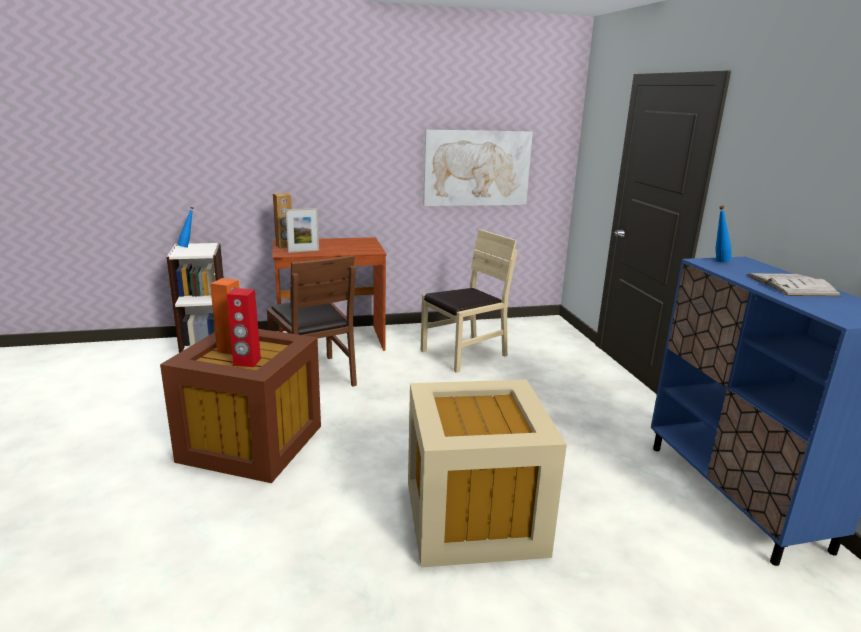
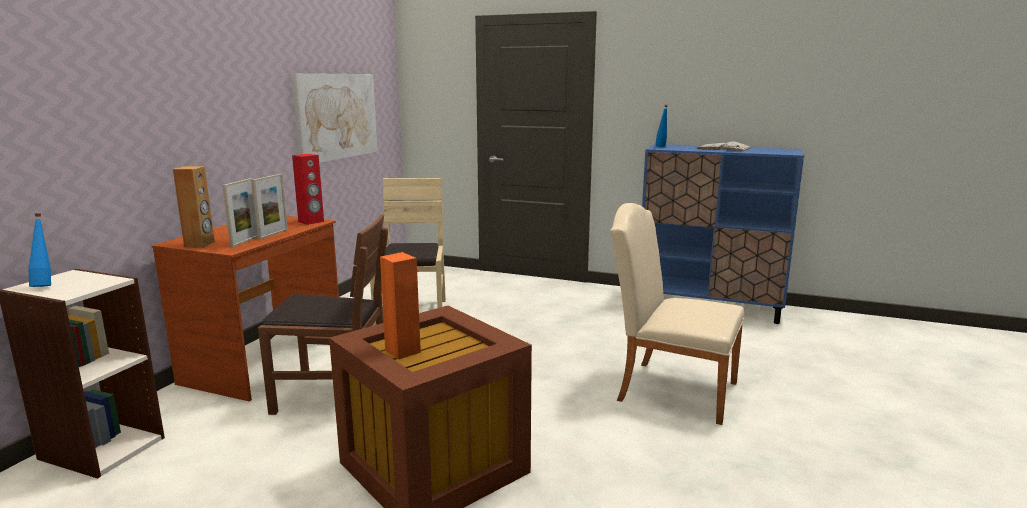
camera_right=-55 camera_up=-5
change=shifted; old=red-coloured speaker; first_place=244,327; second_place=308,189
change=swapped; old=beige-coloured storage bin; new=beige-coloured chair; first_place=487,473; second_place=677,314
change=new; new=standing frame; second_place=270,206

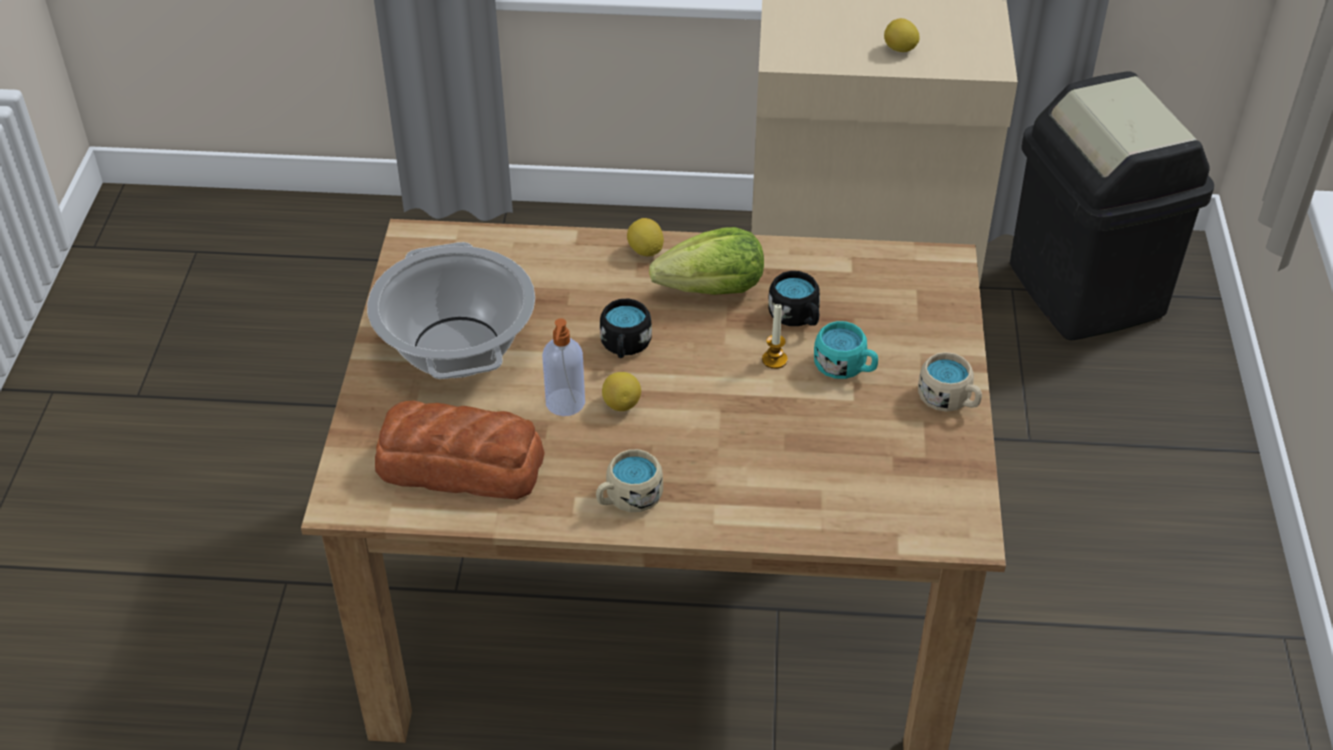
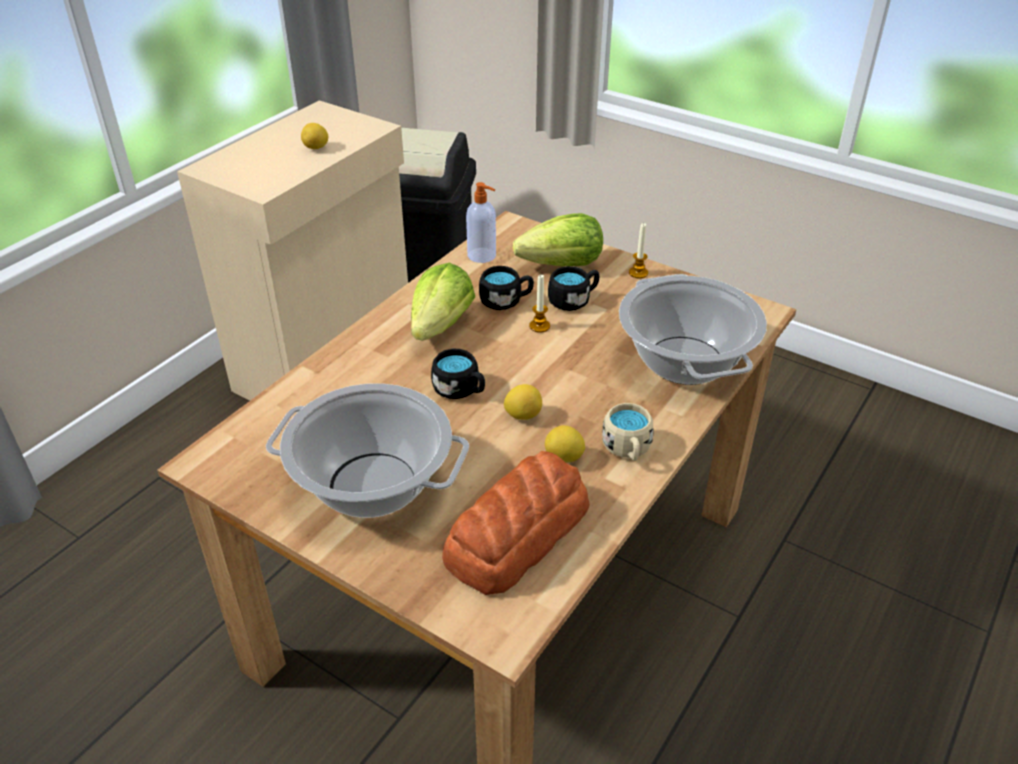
camera_right=-60 camera_up=-5
change=shifted; old=liquid soap bottle; first_place=563,367; second_place=481,222
change=shifted; old=whole lemon; first_place=645,237; second_place=565,444
change=repainted; old=turquoise-coloured coffee mug; new=black-coloured coffee mug; first_place=846,350; second_place=573,288
change=swapped; old=beige-coloured coffee mug; new=wax light; first_place=950,381; second_place=638,251
change=new; new=lettuce; second_place=558,239
change=new; new=saucepot; second_place=693,329

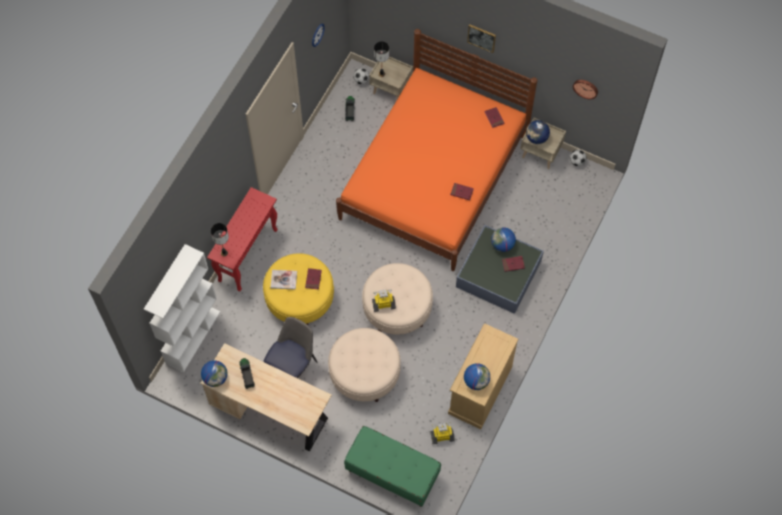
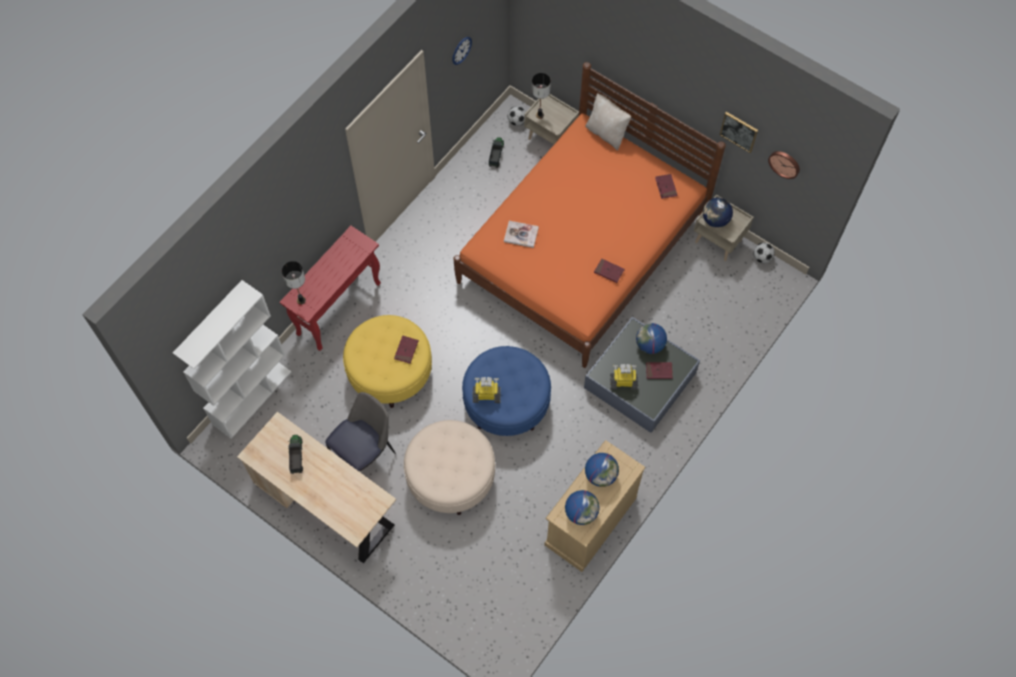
camera_right=10 camera_up=0
change=shifted; old=globe; first_place=214,373; second_place=602,470
change=shifted; old=bound book; first_place=284,280; second_place=521,234
change=gone; old=greenish bench; first_place=392,466
change=repainted; old=beige-coloured pouffe; new=bluish pouffe; first_place=397,299; second_place=506,391
change=shifted; old=toy robot; first_place=442,433; second_place=624,377
change=shifted; old=wall picture; first_place=481,38; second_place=739,132
change=new; new=beige-coloured cushion; second_place=608,121

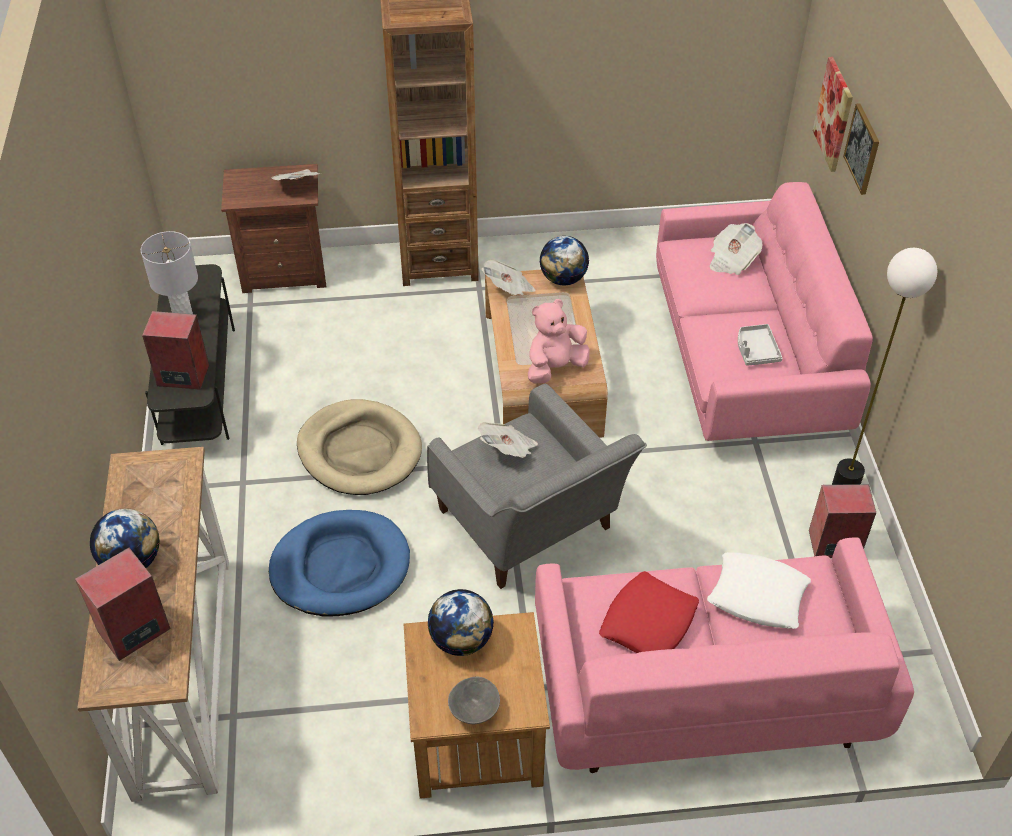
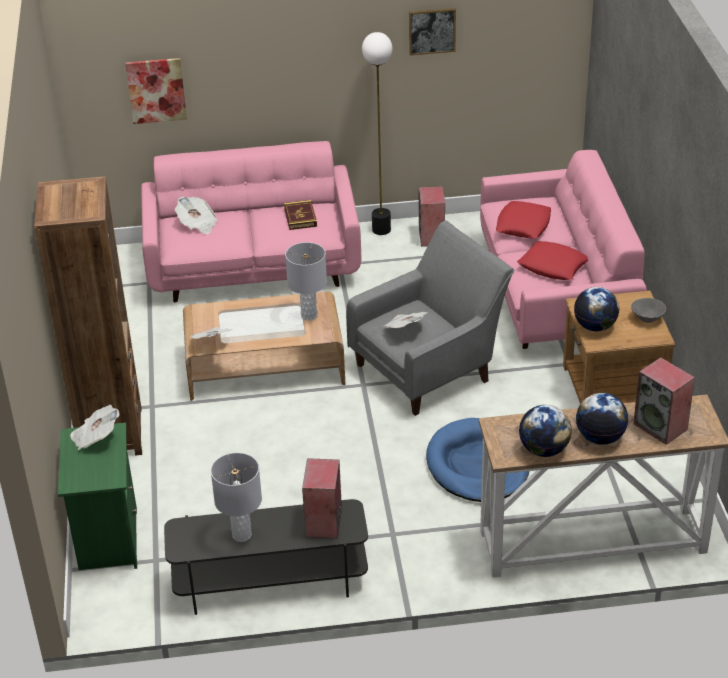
camera_right=-90 camera_up=-10
change=repainted; old=brown bedside table; new=greenish bedside table; first_place=273,228; second_place=97,496
change=gone; old=beige-coloured dog cushion; first_place=359,447
change=swapped; old=pink-coloured cuddly toy; new=greyish tabletop lamp; first_place=559,341; second_place=306,281
change=shifted; old=globe; first_place=564,260; second_place=545,431
change=repainted; old=whitish cushion; new=red-coloured cushion; first_place=759,590; second_place=523,220
change=swapped; old=greyish tray; new=bound book; first_place=760,345; second_place=300,215
change=shifted; old=wall picture; first_place=861,149; second_place=432,32

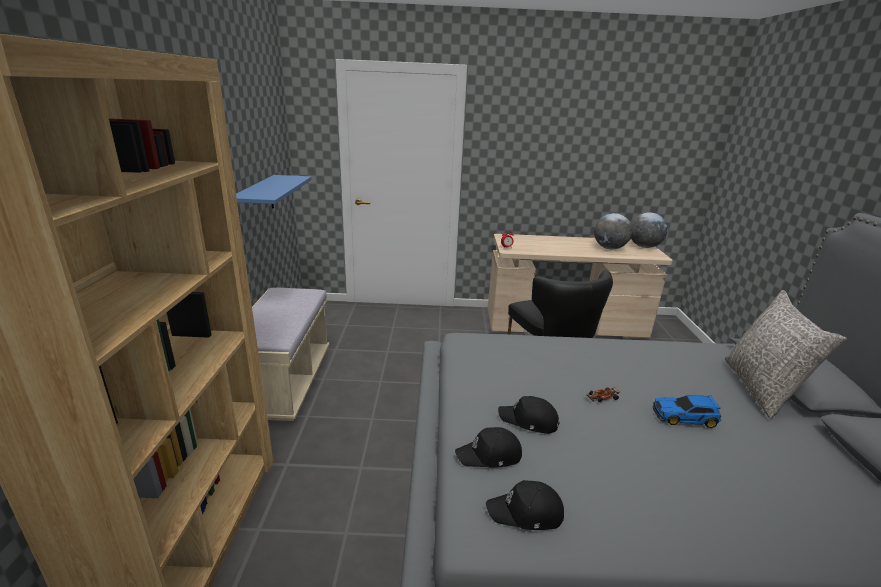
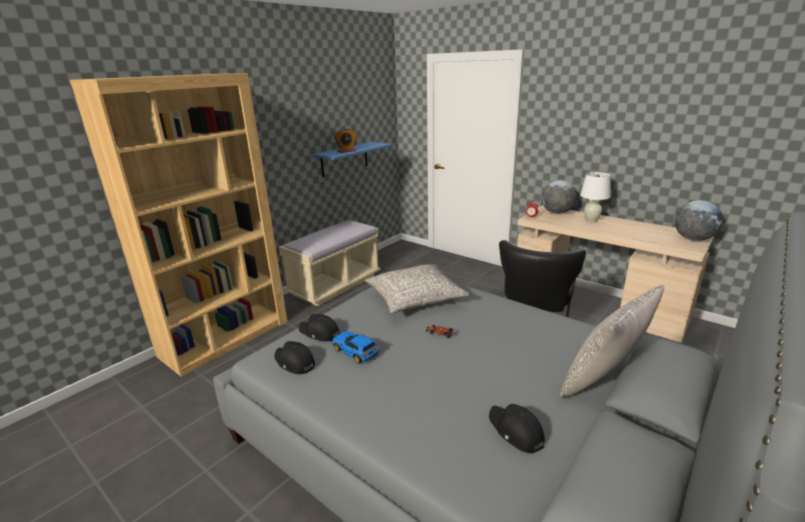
camera_right=40 camera_up=0
change=shifted; old=black-coloured peaked cap; first_place=529,415; second_place=516,428
change=shifted; old=globe; first_place=613,231; second_place=559,197
change=shifted; old=toy car; first_place=687,411; second_place=355,347
change=new; new=bedside clock; second_place=345,140
change=new; new=greyish cushion; second_place=417,288
change=new; new=whitish tabletop lamp; second_place=595,197

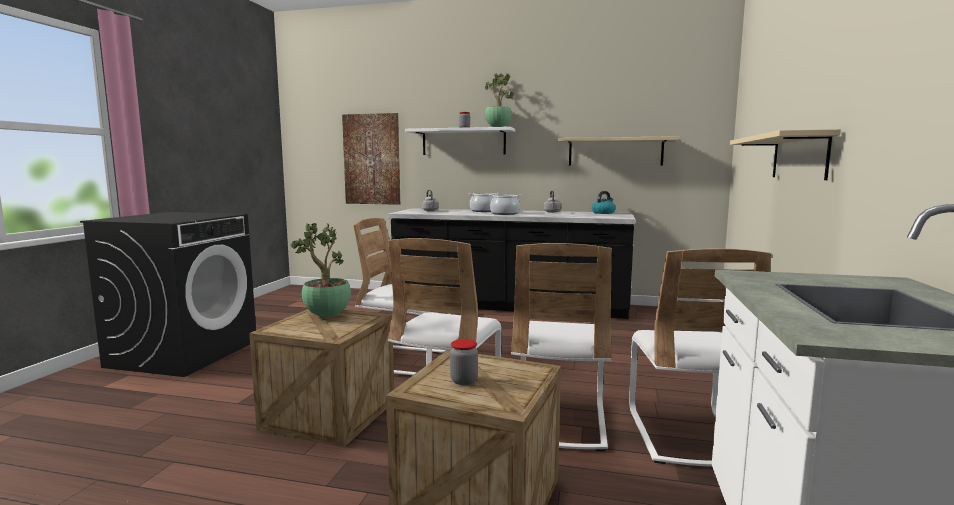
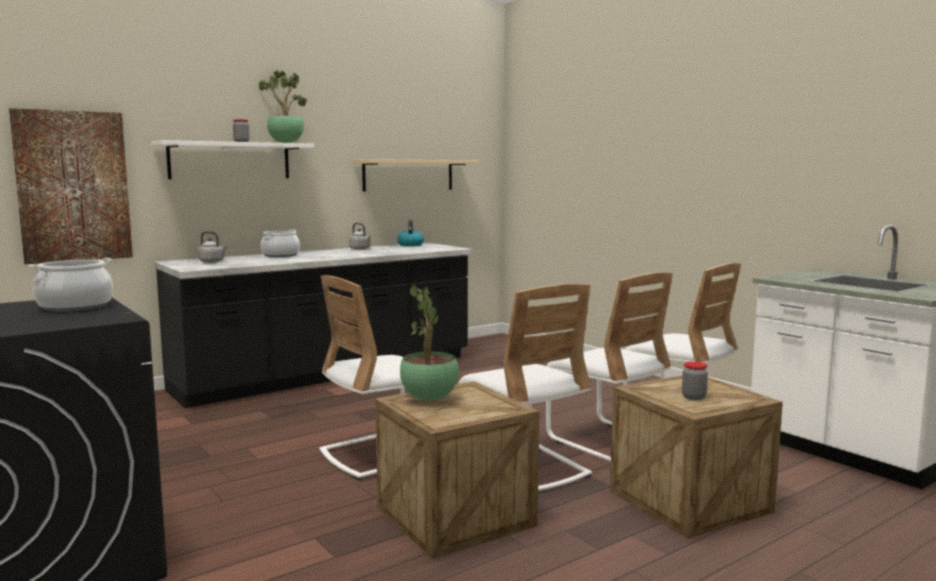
camera_right=-50 camera_up=0
change=shifted; old=saucepot; first_place=505,204; second_place=70,285
change=gone; old=beige-coloured bracket shelf; first_place=785,154

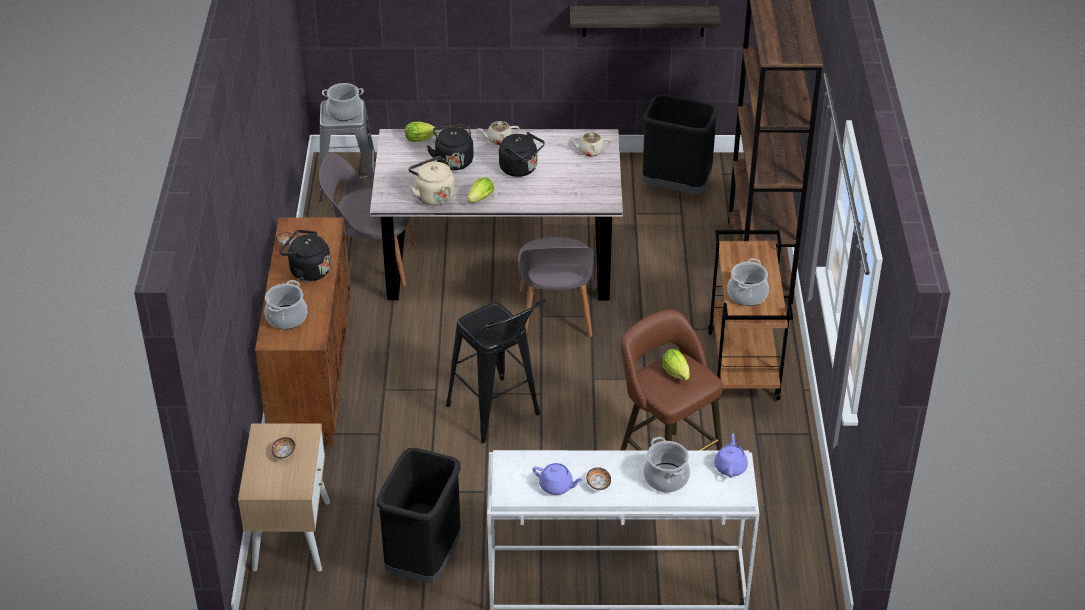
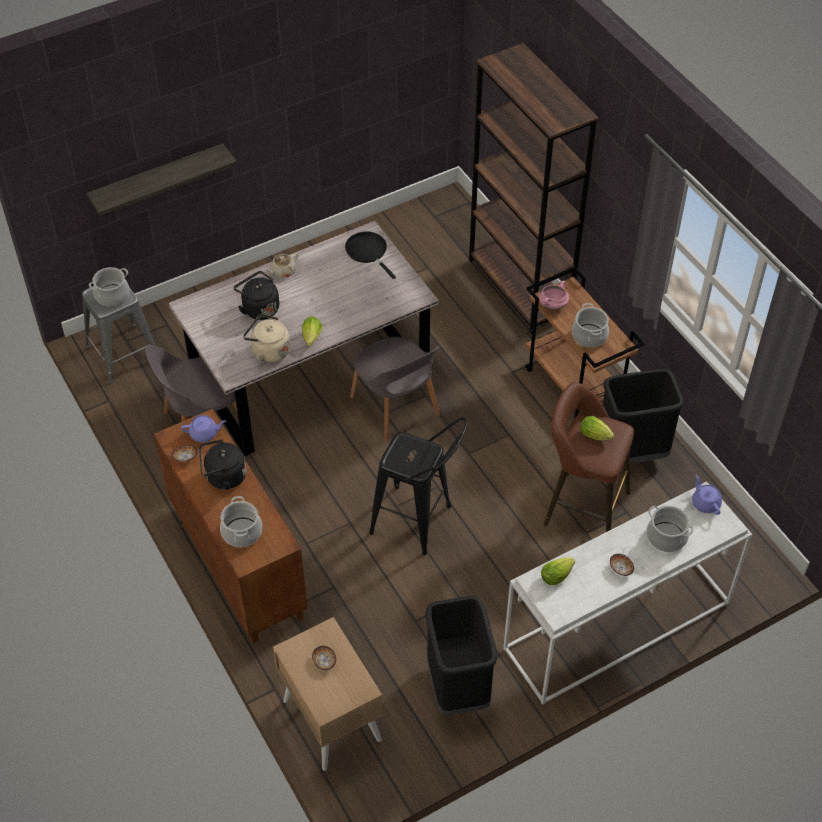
camera_right=-30 camera_up=10
change=shifted; old=lettuce; first_place=422,132; second_place=558,571
change=gone; old=black-coloured tea kettle; first_place=522,154
change=shifted; old=purple-coloured tea pot; first_place=558,479; second_place=203,428
change=swapped; old=beige-coloured tea pot; new=black-coloured frying pan; first_place=590,144; second_place=370,255
change=shifted; old=bracket shelf; first_place=645,21; second_place=162,179
change=shifted; old=black-coloured rubbish bin; first_place=680,144; second_place=643,416
change=new; new=pink-coloured saucepot; second_place=554,295

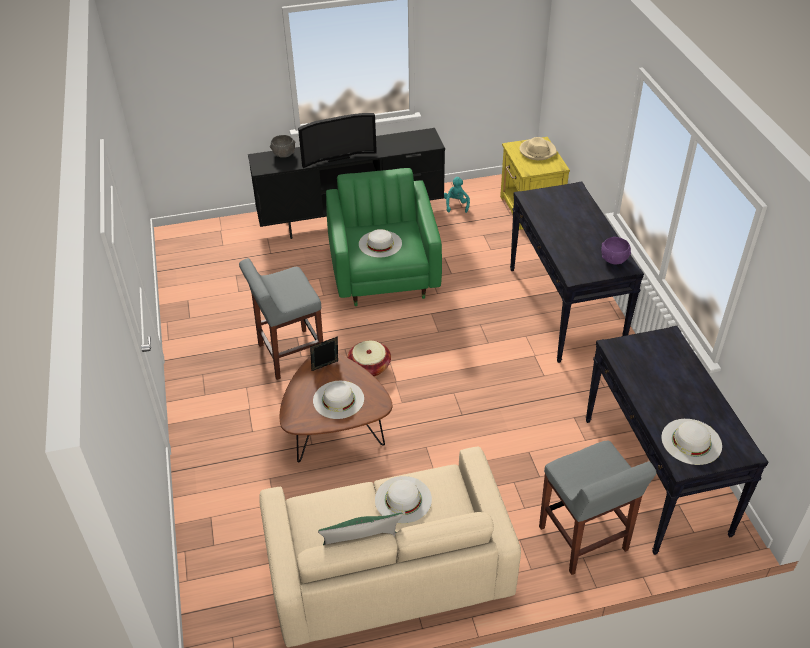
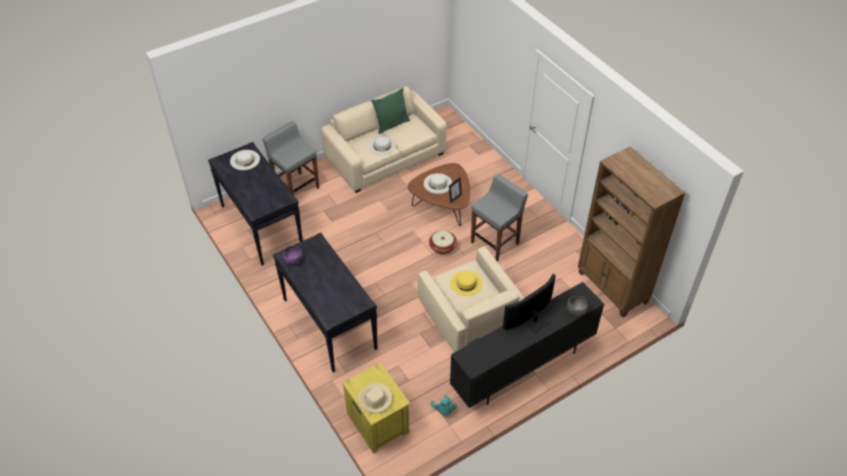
camera_right=160 camera_up=5
change=repainted; old=greenish lounge chair; new=beige-coloured lounge chair; first_place=384,237; second_place=471,299
change=repainted; old=whitish hat; new=yellow-coloured hat; first_place=380,243; second_place=466,283
change=new; new=brown bookcase; second_place=631,232

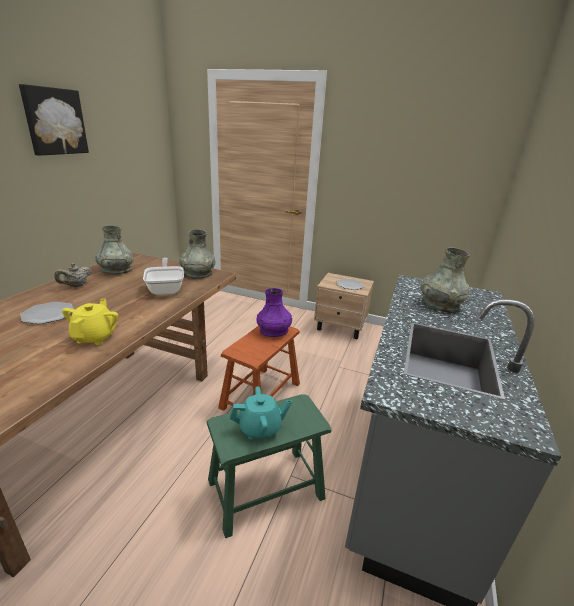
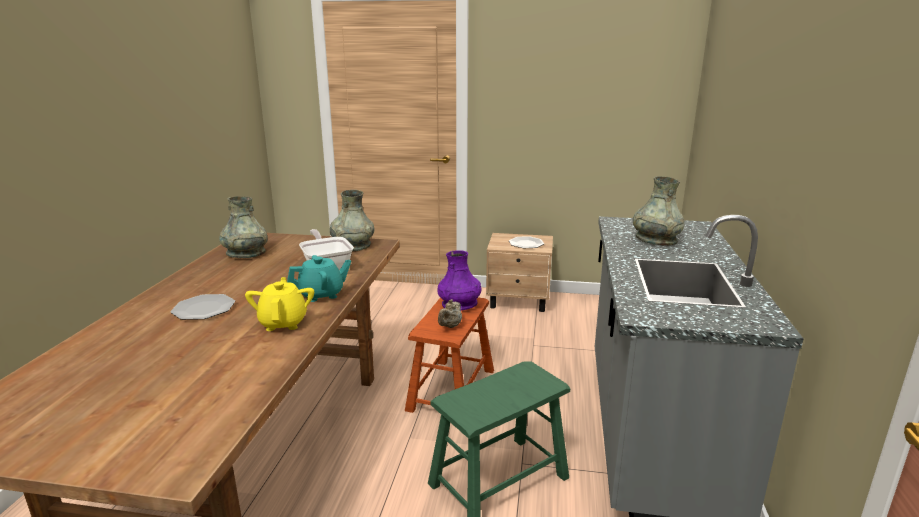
camera_right=-10 camera_up=-5
change=gone; old=wall picture; first_place=54,120
change=shifted; old=beige-coloured tea pot; first_place=73,275; second_place=450,313
change=shifted; old=turquoise-coloured tea pot; first_place=261,412; second_place=319,278

